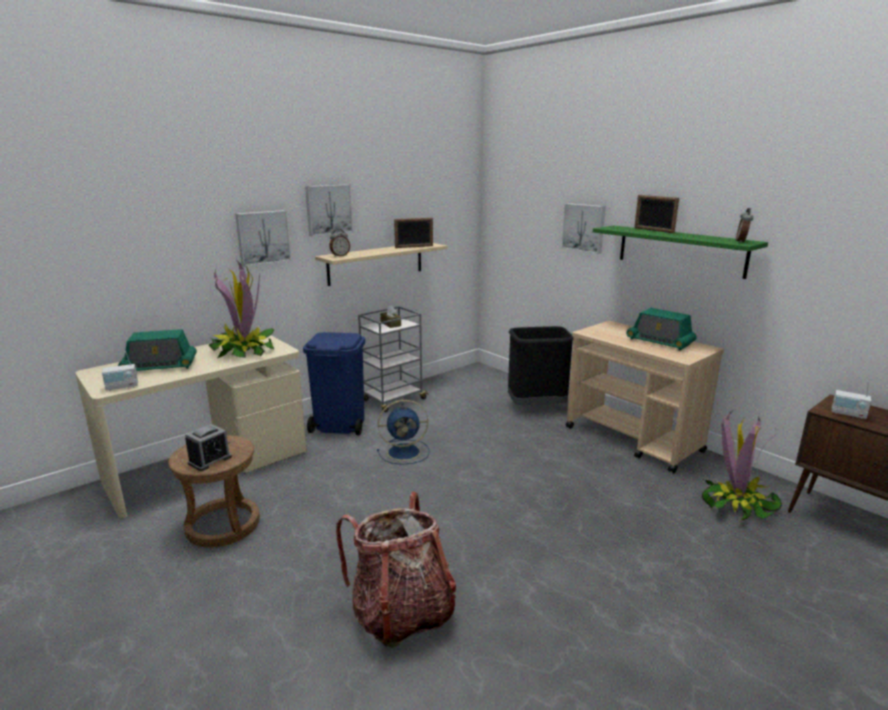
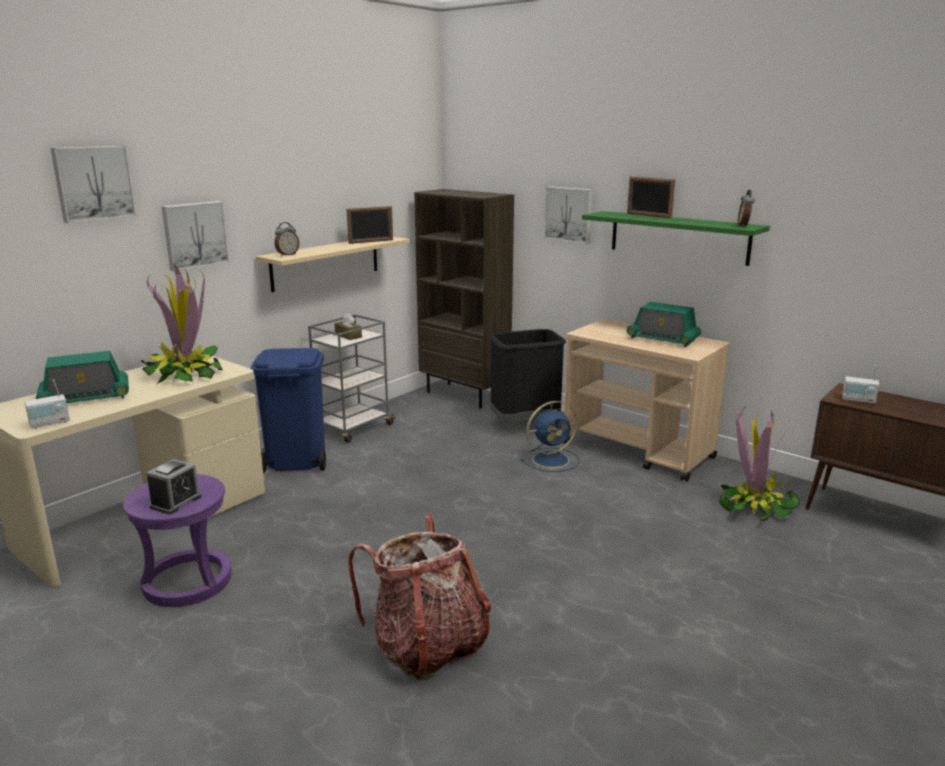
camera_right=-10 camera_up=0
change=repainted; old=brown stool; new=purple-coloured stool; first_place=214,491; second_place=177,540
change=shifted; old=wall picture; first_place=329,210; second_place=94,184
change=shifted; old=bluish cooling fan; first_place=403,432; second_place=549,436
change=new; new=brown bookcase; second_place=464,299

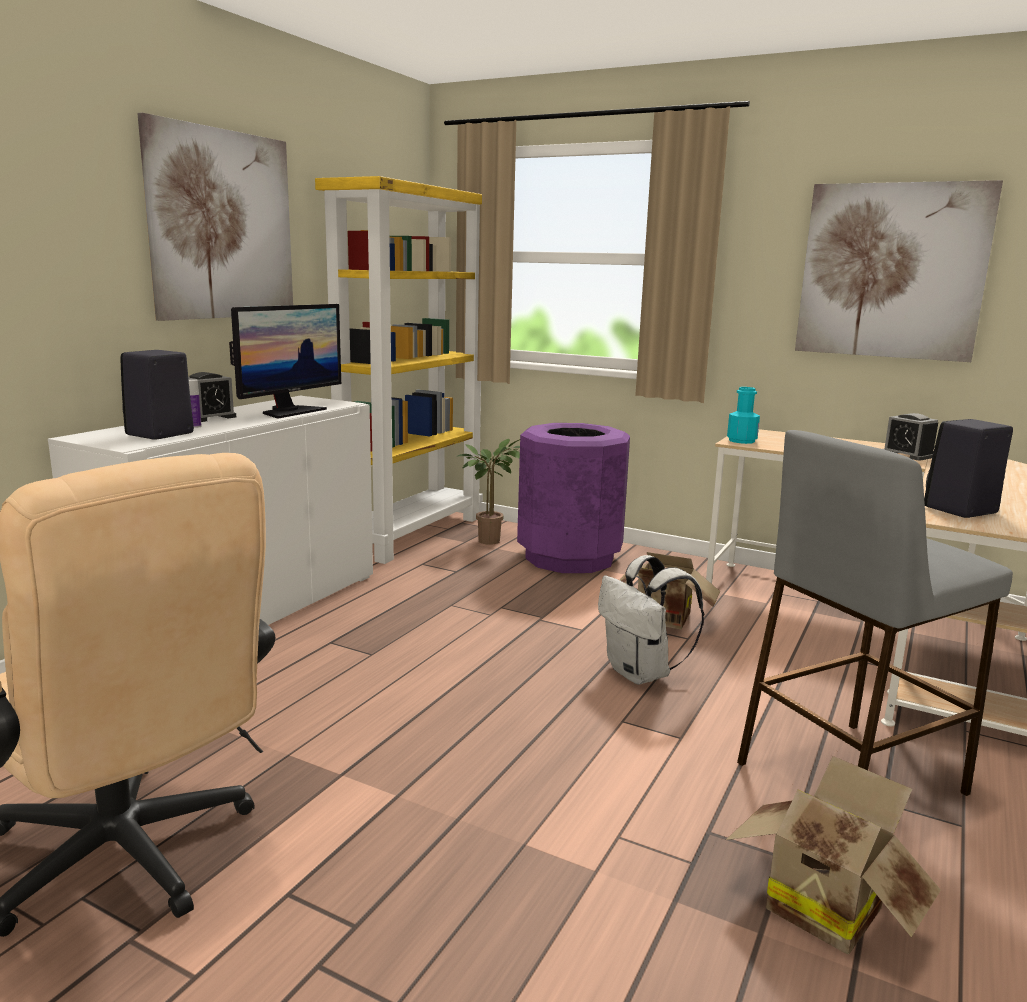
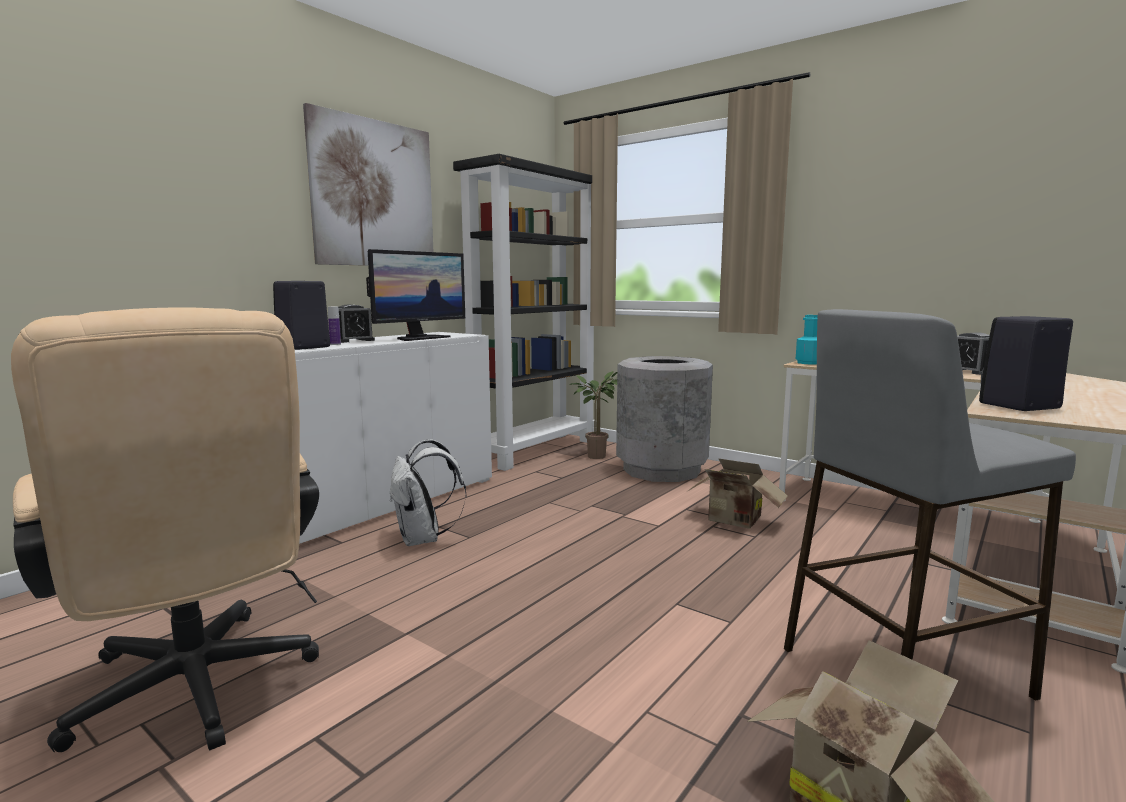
camera_right=10 camera_up=-5
change=repainted; old=yellow-coloured bookcase; new=black-coloured bookcase; first_place=399,370; second_place=523,312
change=repainted; old=purple-coloured rubbish bin; new=greyish rubbish bin; first_place=573,498; second_place=664,419
change=shifted; old=whitish knapsack; first_place=651,620; second_place=428,492
change=gone; old=wall picture; first_place=899,271

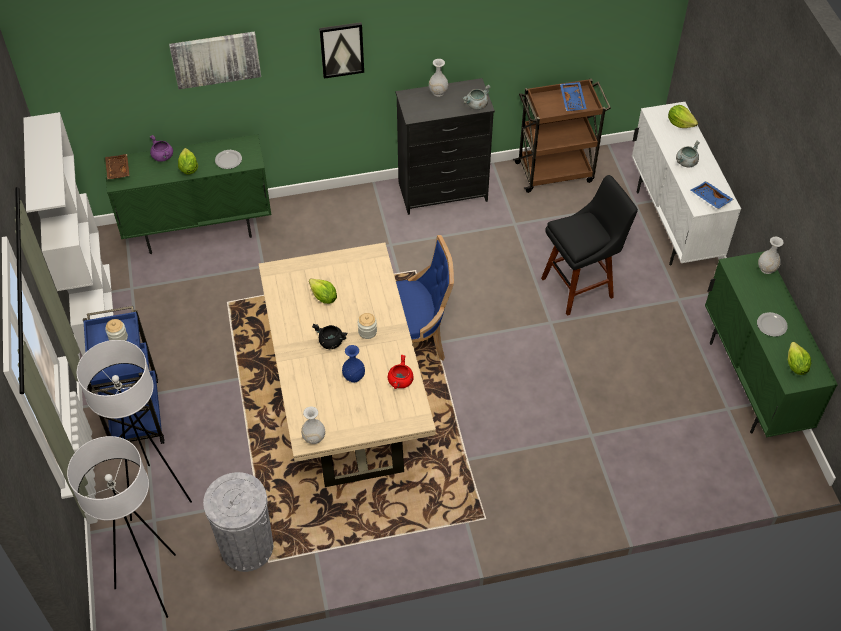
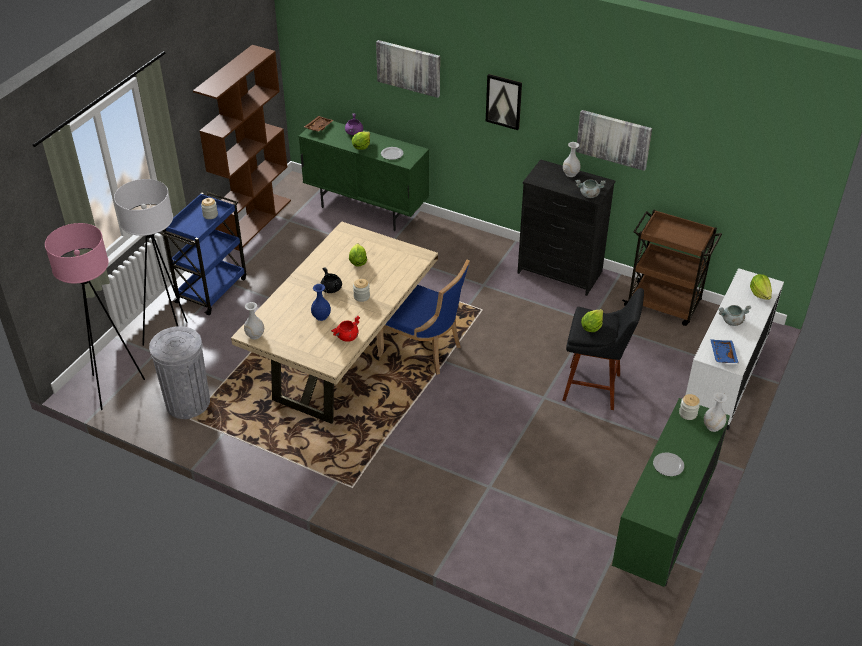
camera_right=40 camera_up=-10
change=repainted; old=whitish bookcase; new=brown bookcase; first_place=68,234; second_place=242,148
change=repainted; old=whitish standard lamp; new=pink-coloured standard lamp; first_place=121,527; second_place=95,316
change=gone; old=bluish tray; first_place=573,96
change=shifted; old=lettuce; first_place=799,358; second_place=592,320
change=new; new=wall picture; second_place=614,140
change=new; new=storage jar; second_place=689,407

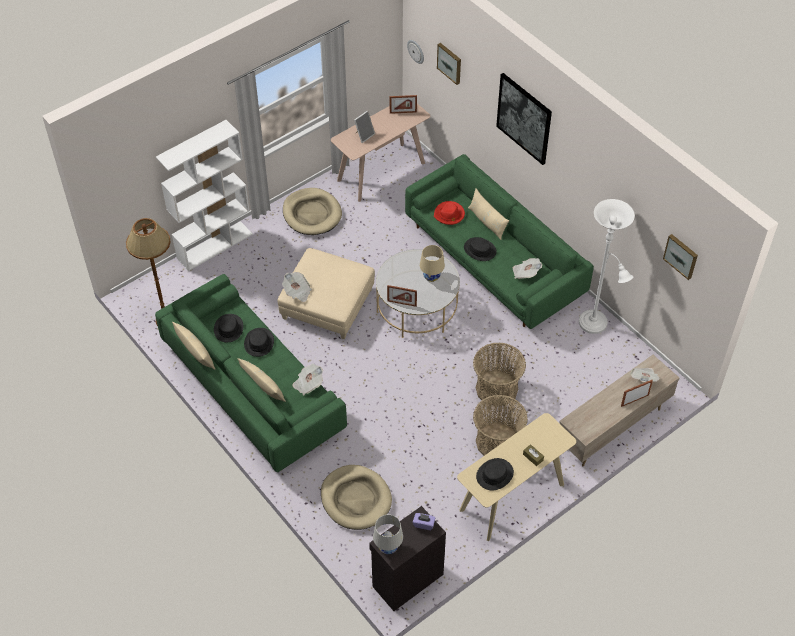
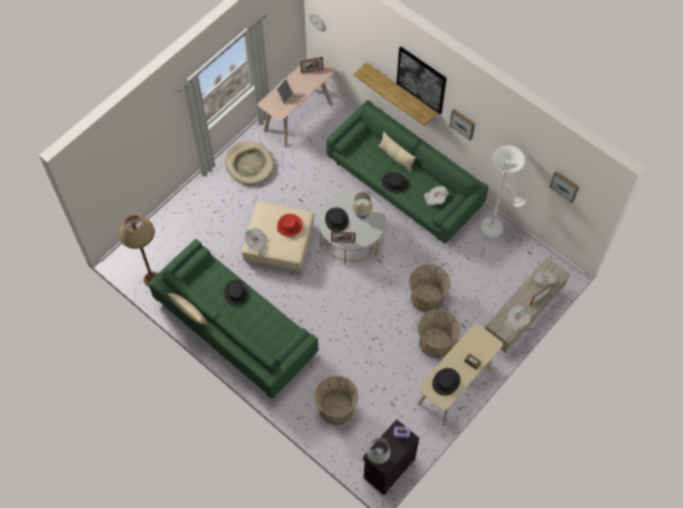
camera_right=-10 camera_up=10
change=gone; old=whitish bookcase; first_place=204,195
change=shifted; old=black-coloured hat; first_place=228,328; second_place=337,219
change=gone; old=beige-coloured cushion; first_place=261,380
change=shifted; old=daily paper; first_place=307,379; second_place=517,318
change=swapped; old=beige-coloured dog cushion; new=storage basket; first_place=356,497; second_place=337,401
change=shifted; old=red-coloured hat; first_place=449,213; second_place=290,225
change=shifted; old=wall picture; first_place=449,64; second_place=462,125
change=new; new=bracket shelf; second_place=395,94

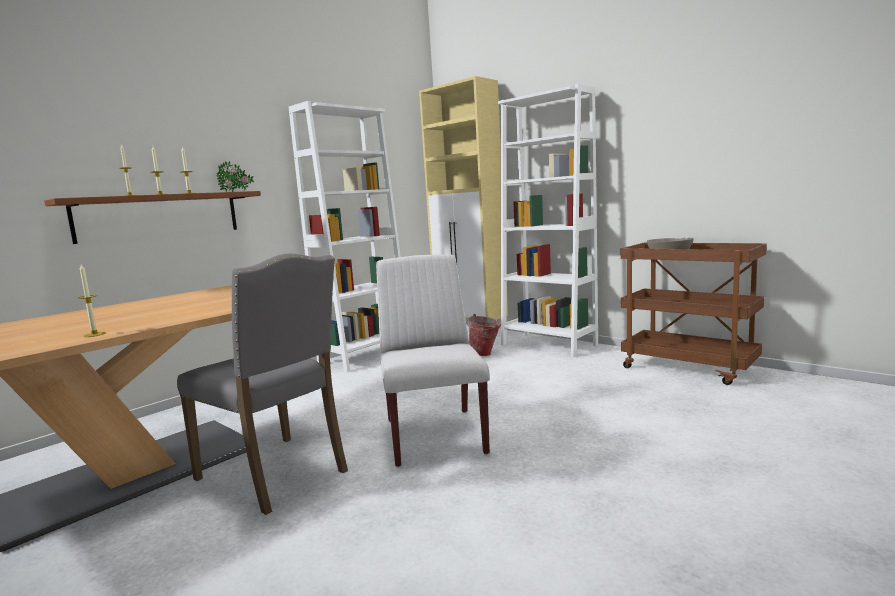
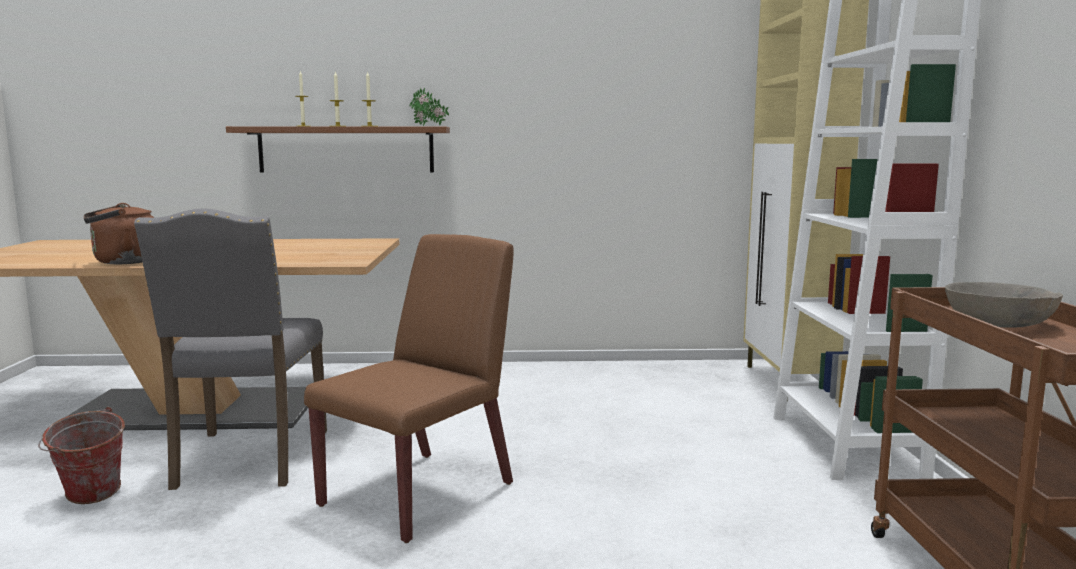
camera_right=45 camera_up=0
change=swapped; old=wax light; new=brown tea kettle; first_place=92,300; second_place=119,233
change=gone; old=whitish bookcase; first_place=345,236
change=repainted; old=whitish chair; new=brown chair; first_place=433,360; second_place=409,388
change=shifted; old=water bucket; first_place=484,335; second_place=81,455

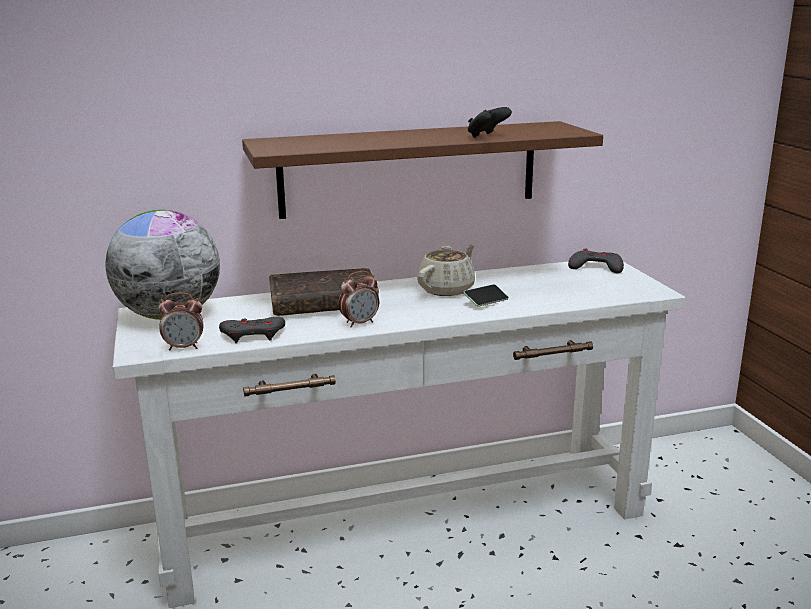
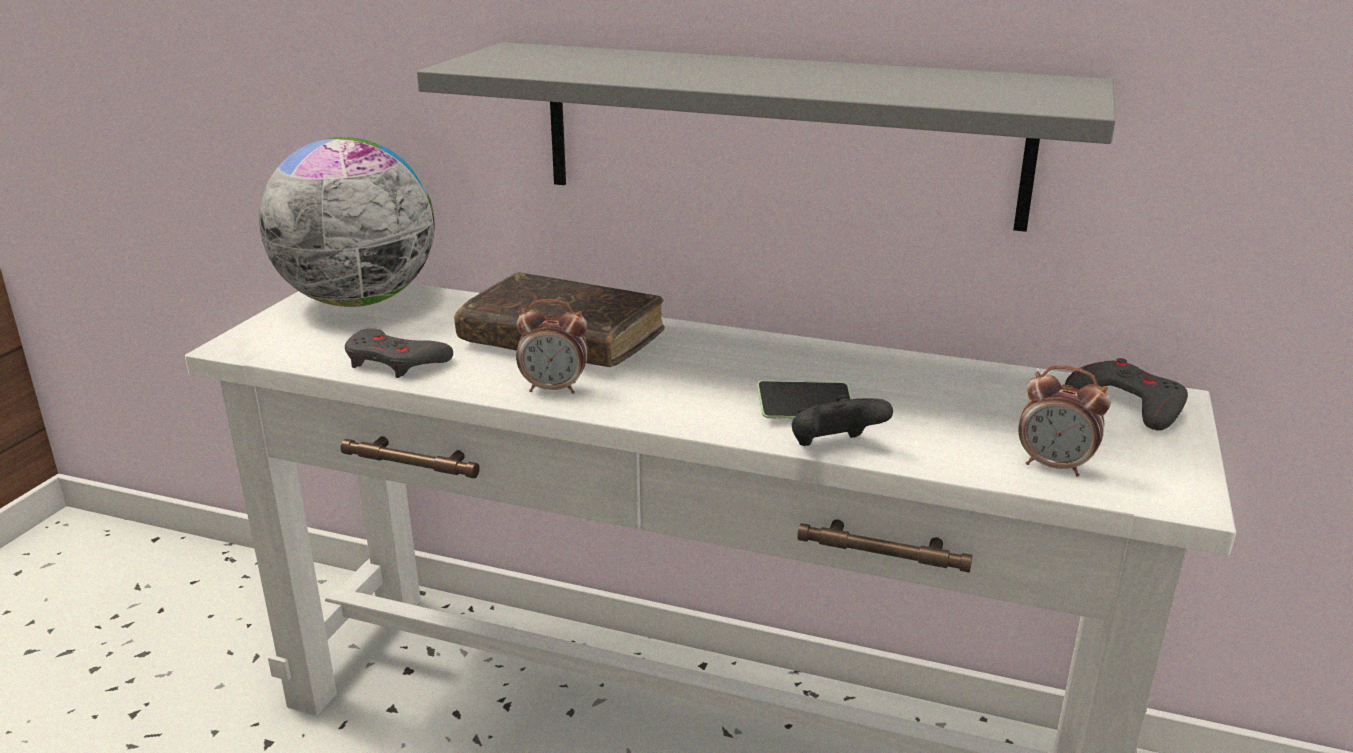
camera_right=35 camera_up=5
change=shifted; old=bedside clock; first_place=181,321; second_place=1065,421
change=repainted; old=brown bracket shelf; new=greyish bracket shelf; first_place=422,170; second_place=766,137
change=gone; old=beige-coloured tea pot; first_place=446,270
change=shifted; old=black-coloured gamepad; first_place=490,122; second_place=842,420

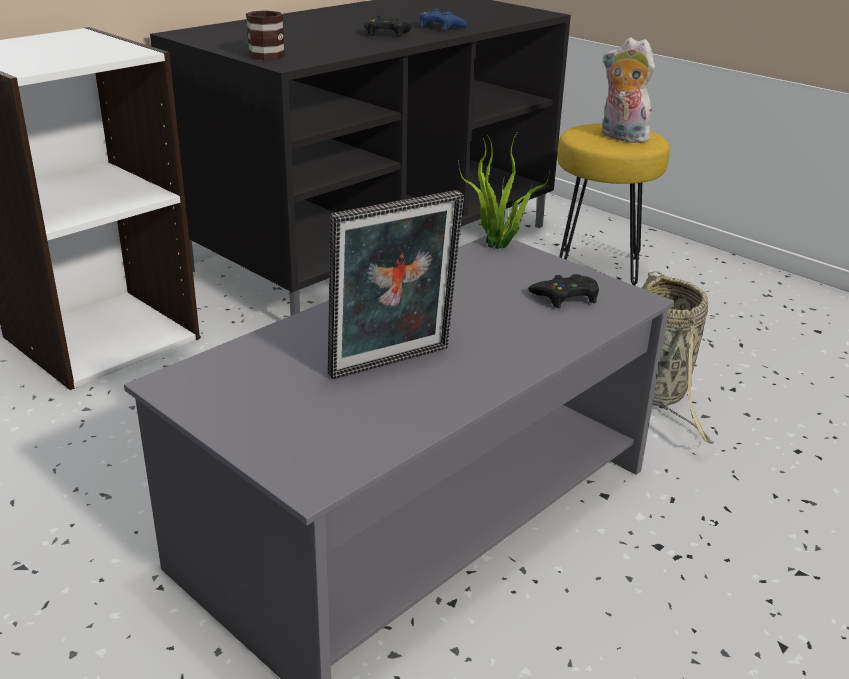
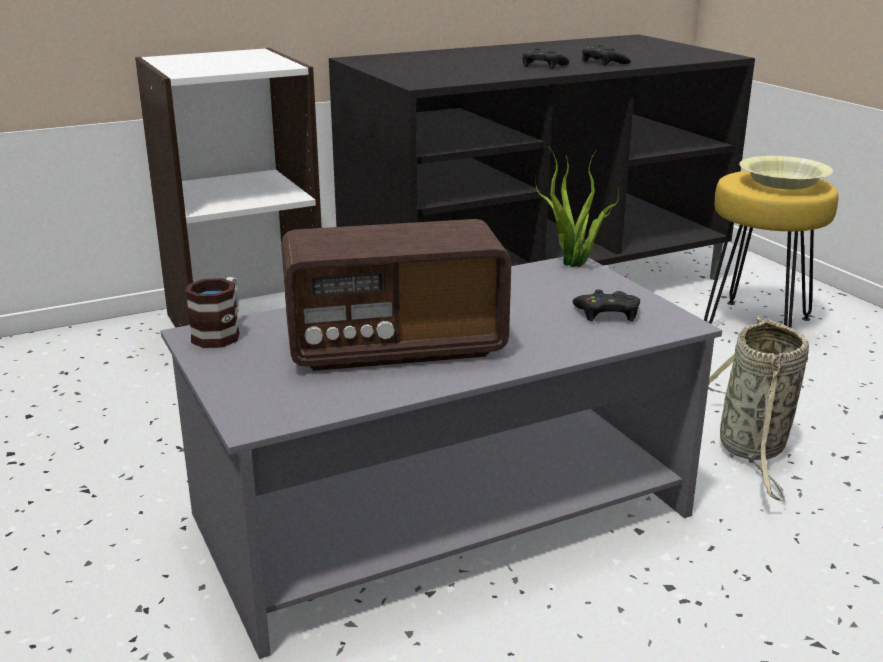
camera_right=20 camera_up=-5
change=shifted; old=coffee mug; first_place=265,36; second_place=212,312
change=swapped; old=standing frame; new=radio set; first_place=396,284; second_place=396,295
change=repainted; old=bluish gamepad; new=black-coloured gamepad; first_place=444,20; second_place=606,55
change=swapped; old=cuddly toy; new=yellow-coloured deep dish; first_place=628,90; second_place=786,172

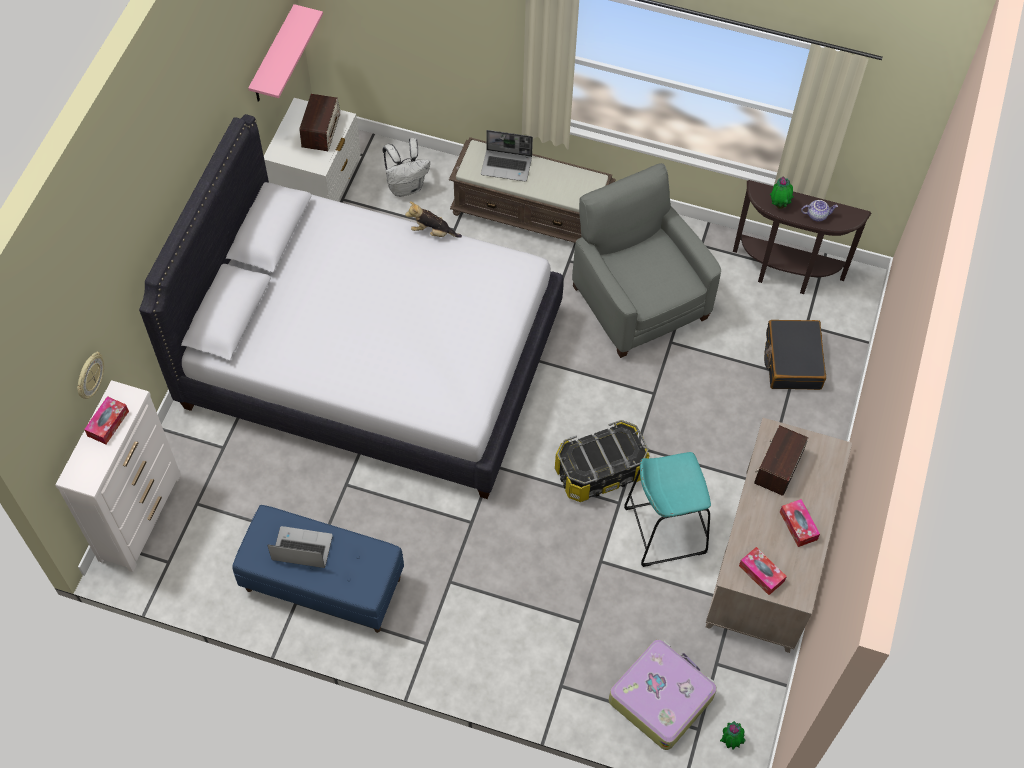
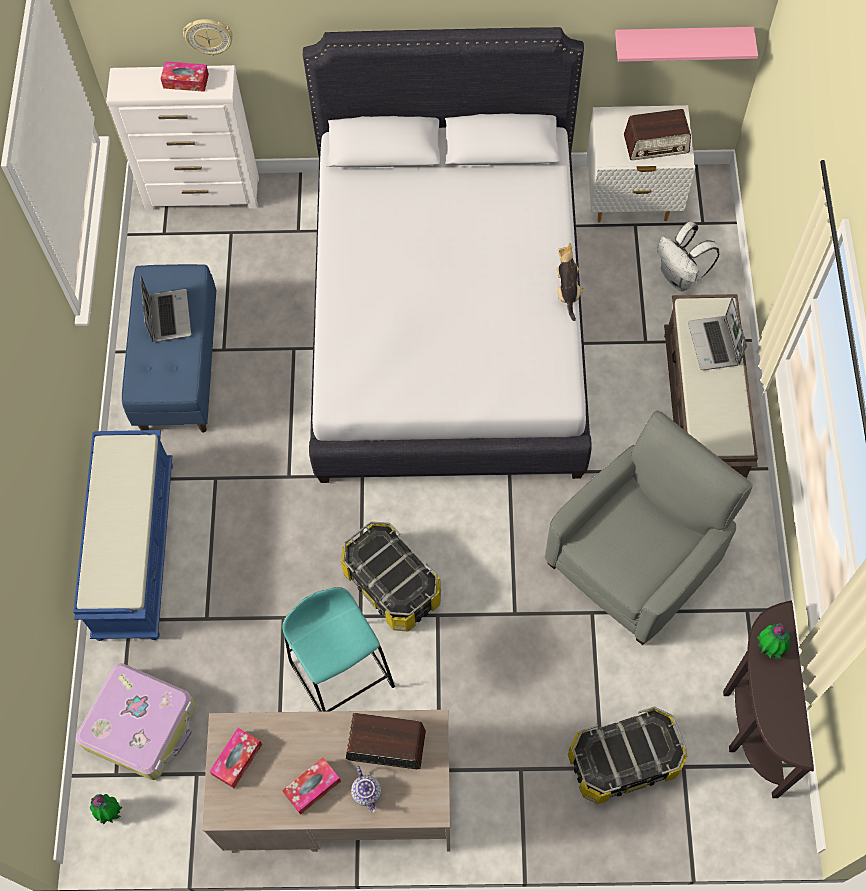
camera_right=75 camera_up=5
change=swapped; old=black-coloured suitcase; new=storage bin; first_place=795,355; second_place=627,755
change=shifted; old=tea pot; first_place=819,211; second_place=366,789
change=new; new=bluish bench; second_place=123,535

